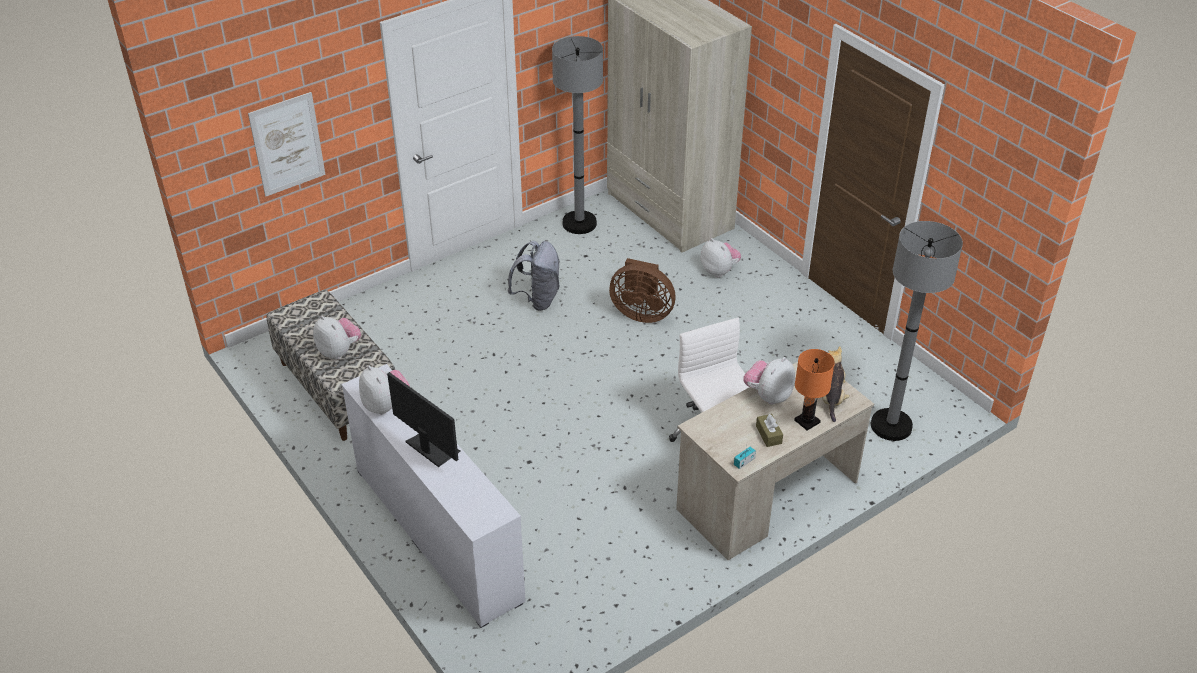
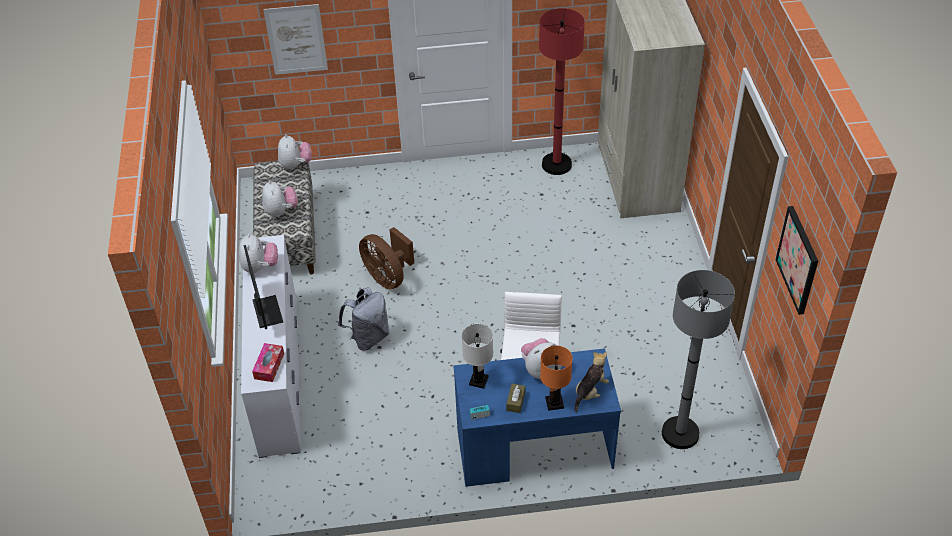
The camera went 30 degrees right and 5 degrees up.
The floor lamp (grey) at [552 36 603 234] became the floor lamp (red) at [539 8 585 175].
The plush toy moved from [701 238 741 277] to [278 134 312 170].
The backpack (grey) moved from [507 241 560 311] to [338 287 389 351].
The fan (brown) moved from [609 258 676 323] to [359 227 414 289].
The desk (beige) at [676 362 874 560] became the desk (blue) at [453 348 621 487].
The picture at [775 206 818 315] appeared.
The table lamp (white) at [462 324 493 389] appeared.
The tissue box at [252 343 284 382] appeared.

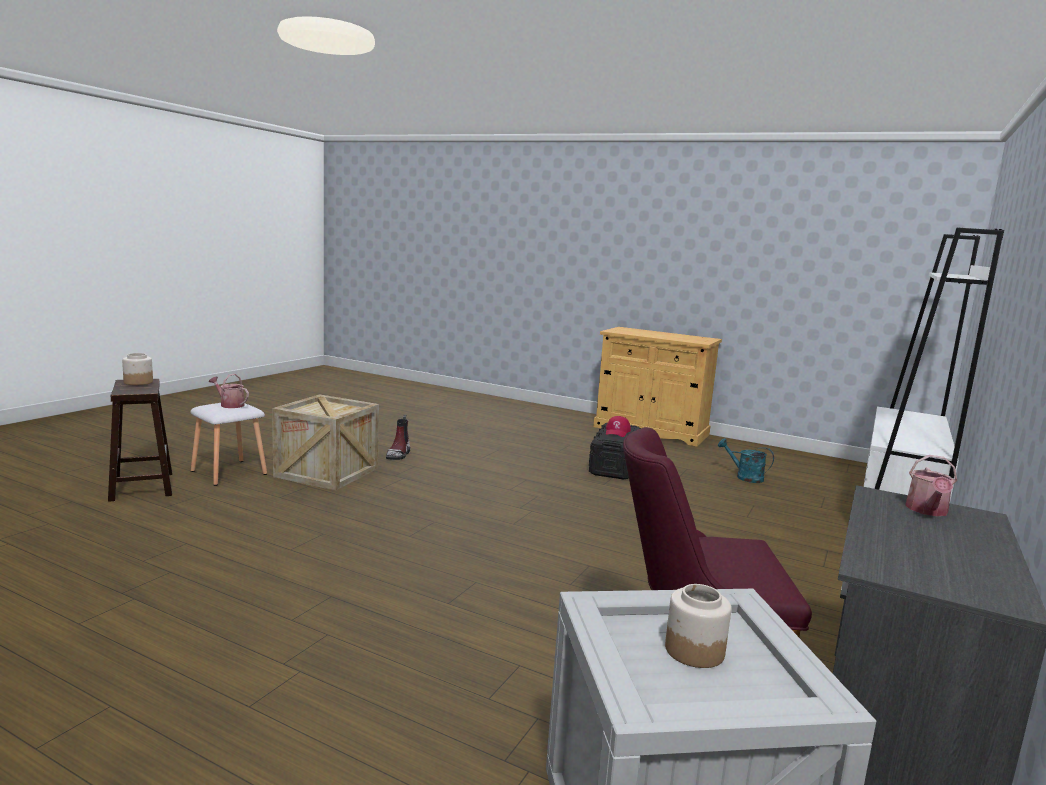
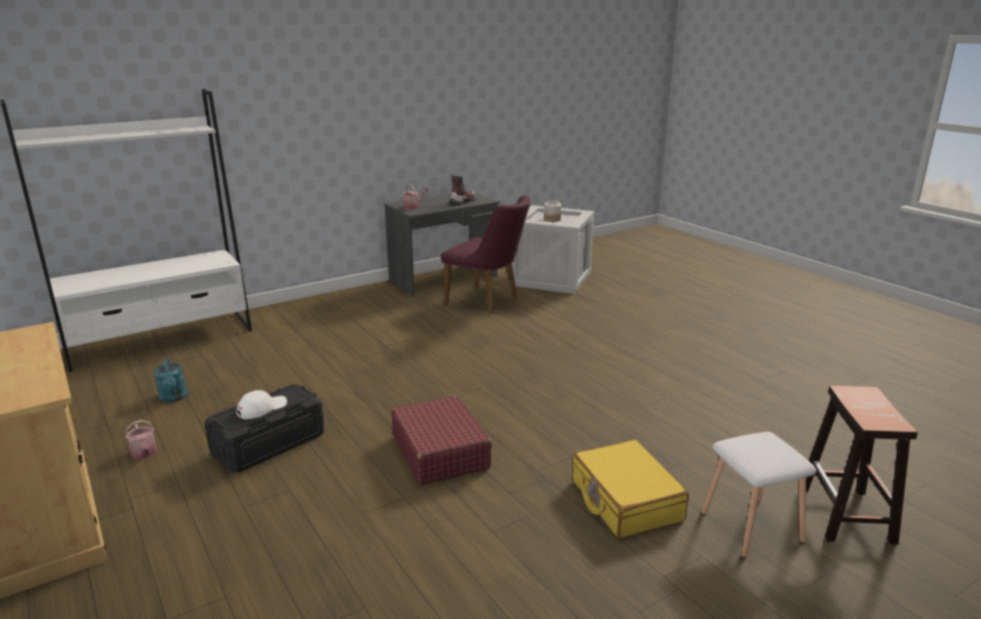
The camera went 150 degrees left and 10 degrees up.
The jar at [122 353 153 385] disappeared.
The watering can moved from [209 374 249 408] to [125 420 157 459].
The crate at [272 394 379 491] was replaced by the suitcase (yellow) at [573 439 689 539].
The boot moved from [386 415 410 460] to [449 175 476 206].
The cap (red) at [606 416 631 437] became the cap (white) at [236 390 287 420].
The suitcase (red) at [391 396 492 485] appeared.

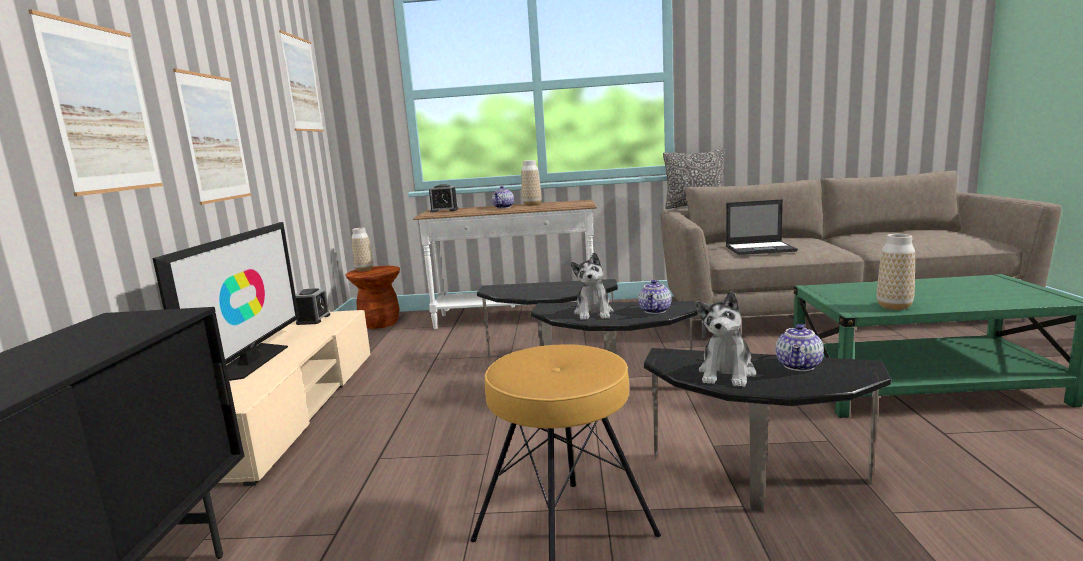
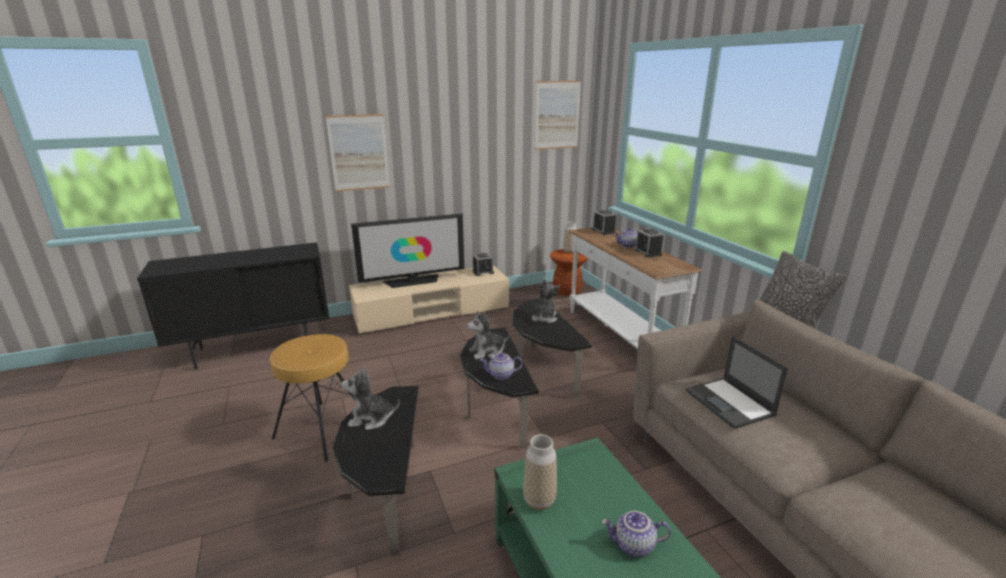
The camera went 65 degrees right and 10 degrees up.
The picture at [173 69 252 205] disappeared.
The vase at [521 160 541 206] was replaced by the alarm clock at [635 229 664 257].
The teapot moved from [776 324 824 371] to [602 511 671 557].
The plush toy at [532 279 560 323] appeared.

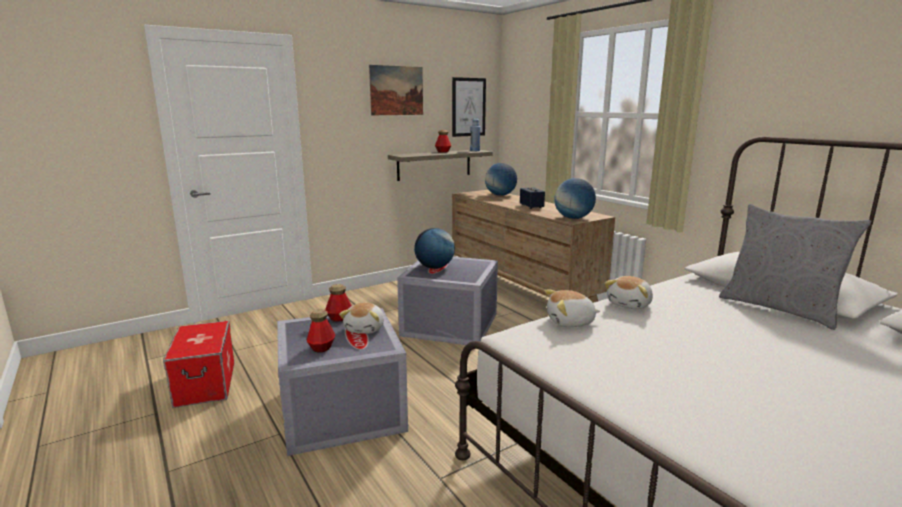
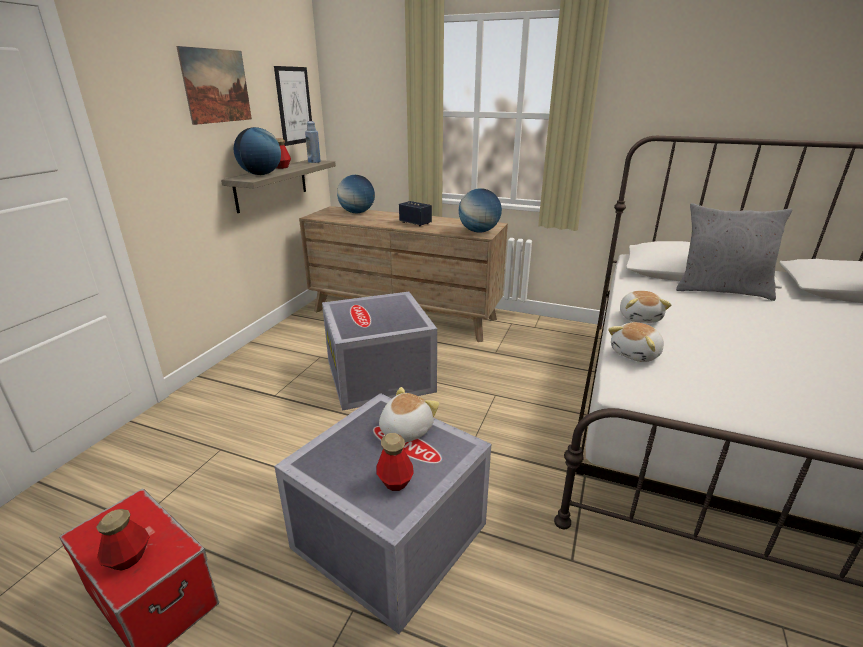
The camera went 35 degrees left and 10 degrees up.
The globe moved from [414 228 455 269] to [234 127 281 175].
The bottle moved from [325 284 352 322] to [96 509 150 571].
The plush toy at [339 303 384 334] turned 120 degrees counterclockwise.

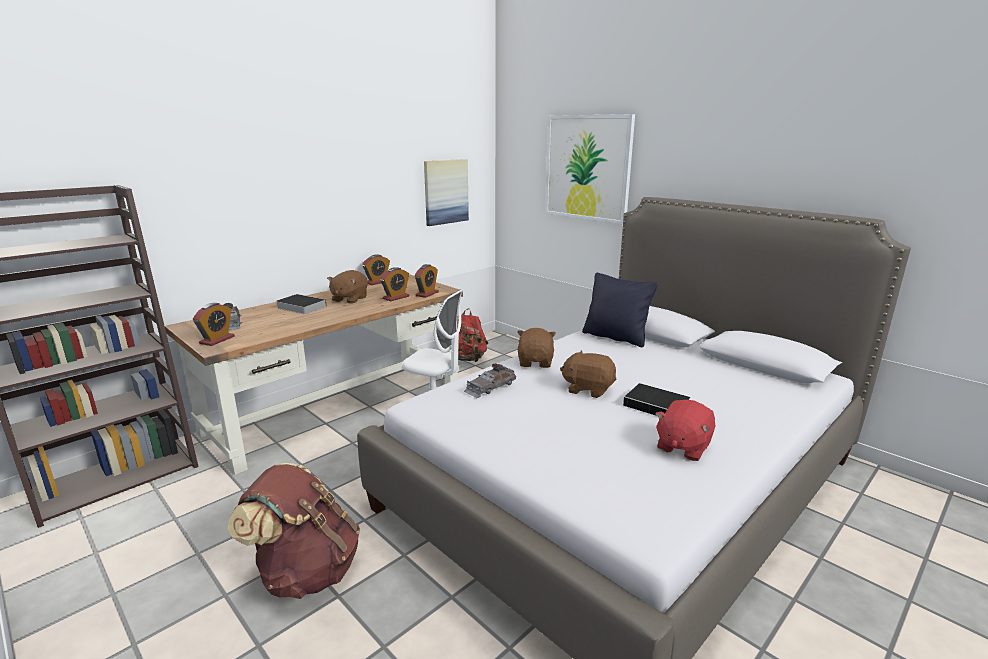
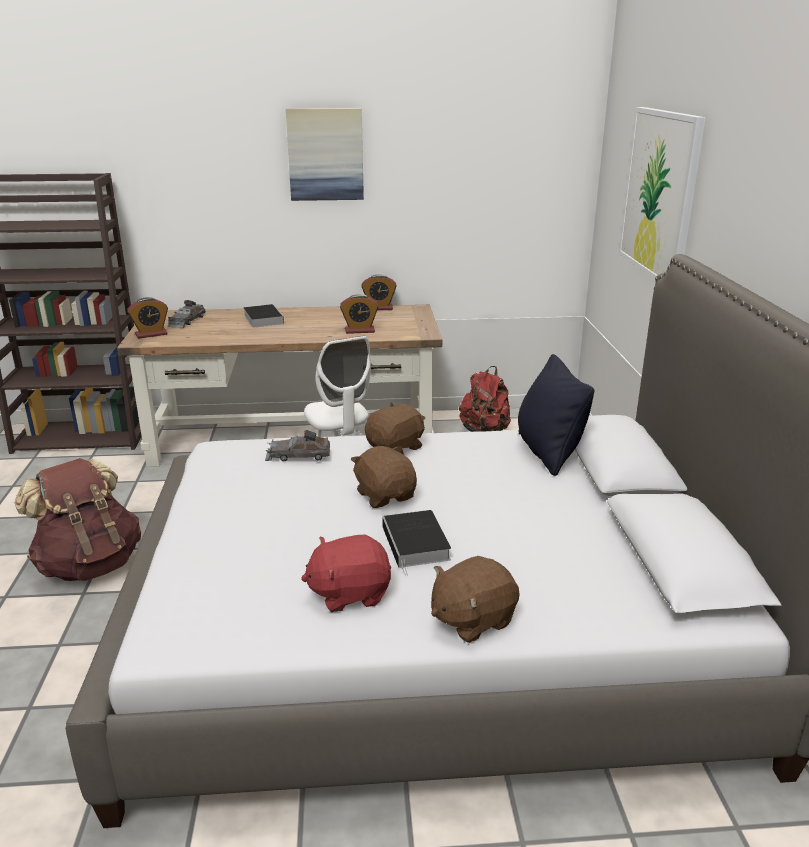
The camera went 40 degrees right and 5 degrees up.
The picture moved from [424 159 469 226] to [286 108 364 201].
The alarm clock at [415 264 439 298] disappeared.
The plush toy (brown) moved from [327 270 368 304] to [431 556 520 643].

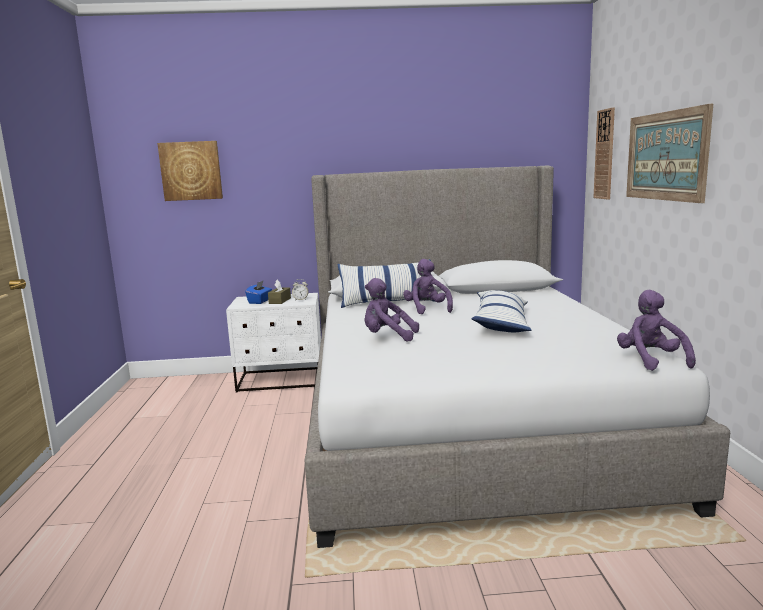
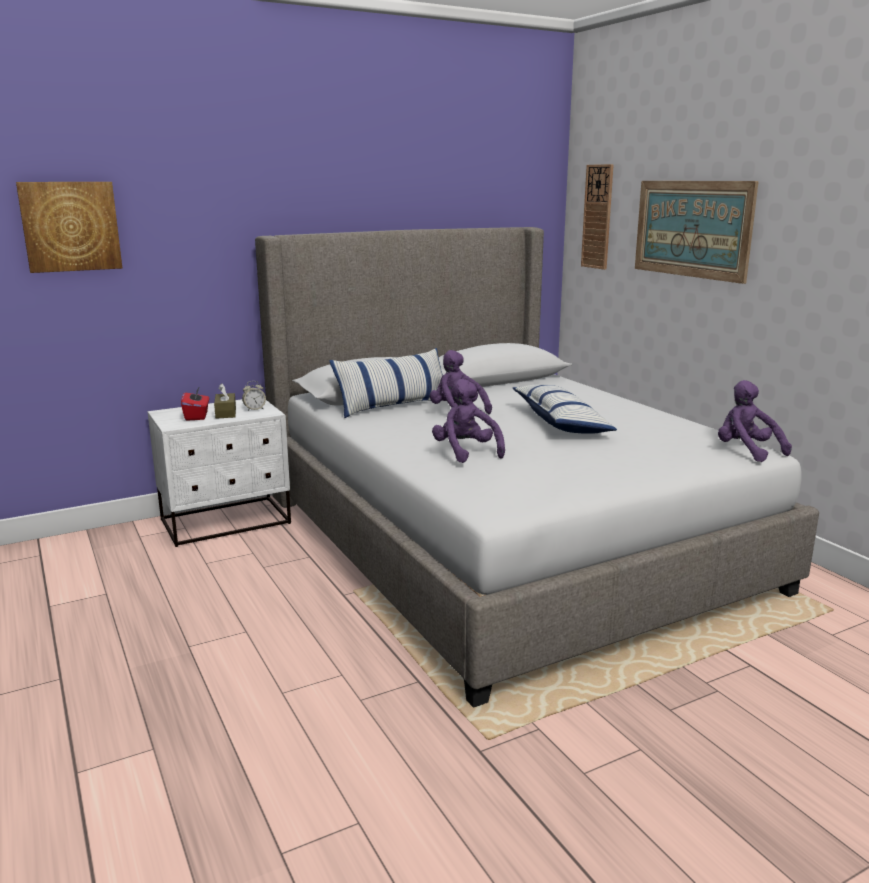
The camera went 25 degrees left and 5 degrees up.
The plush toy (purple) at [364 278 419 342] turned 75 degrees clockwise.
The tissue box (blue) at [245 280 272 304] became the tissue box (red) at [181 386 209 421].

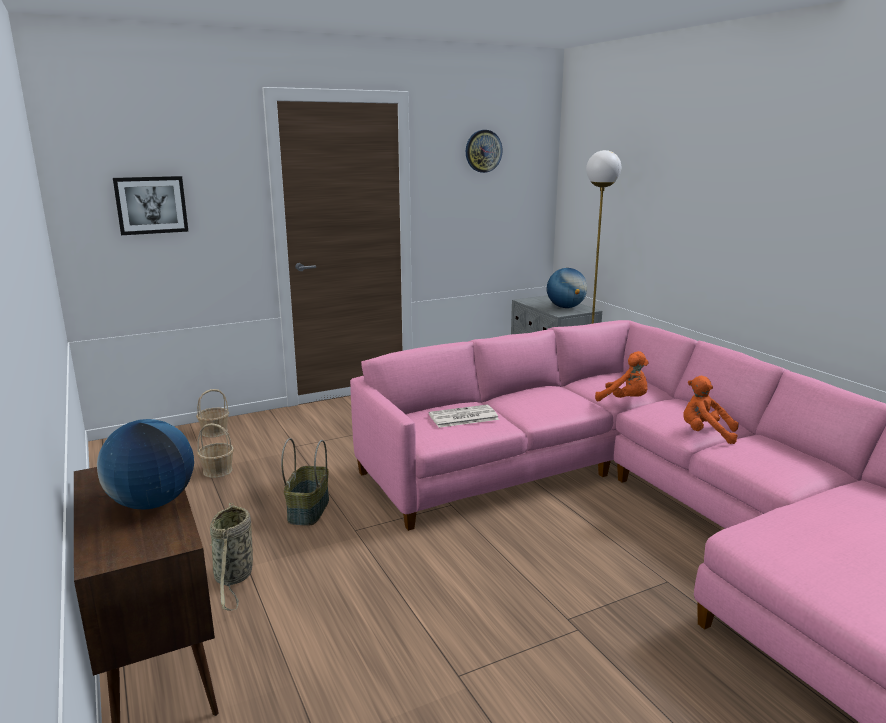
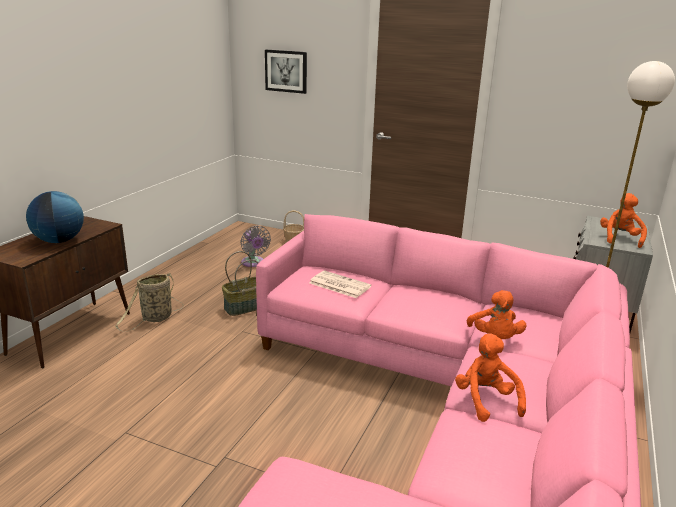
The camera went 50 degrees right and 5 degrees up.
The wall clock at [466 130 503 173] disappeared.
The globe at [547 268 587 308] was replaced by the plush toy (orange) at [600 193 647 248].
The basket at [197 423 234 478] was replaced by the fan (grey) at [241 225 271 267].

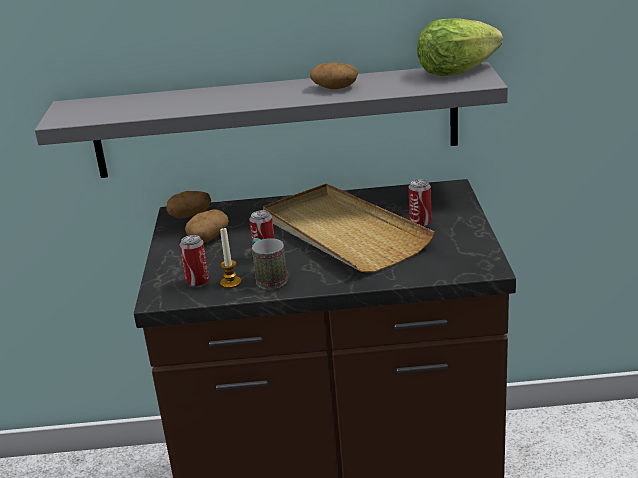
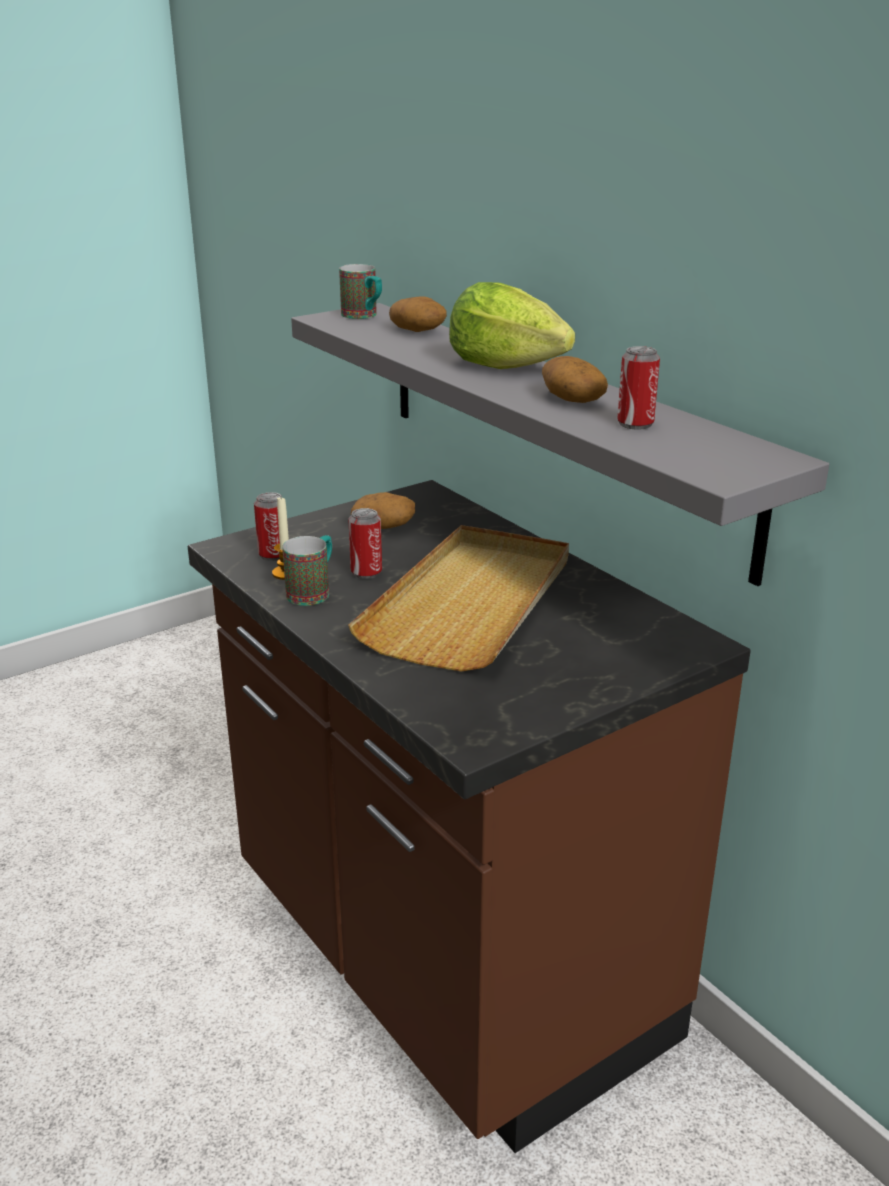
The camera went 55 degrees right and 0 degrees up.
The lettuce moved from [417 18 503 76] to [449 282 575 369].
The can moved from [409 179 431 227] to [617 346 660 430].
The potato moved from [166 191 211 219] to [389 296 447 332].
The mug at [339 264 382 319] appeared.

